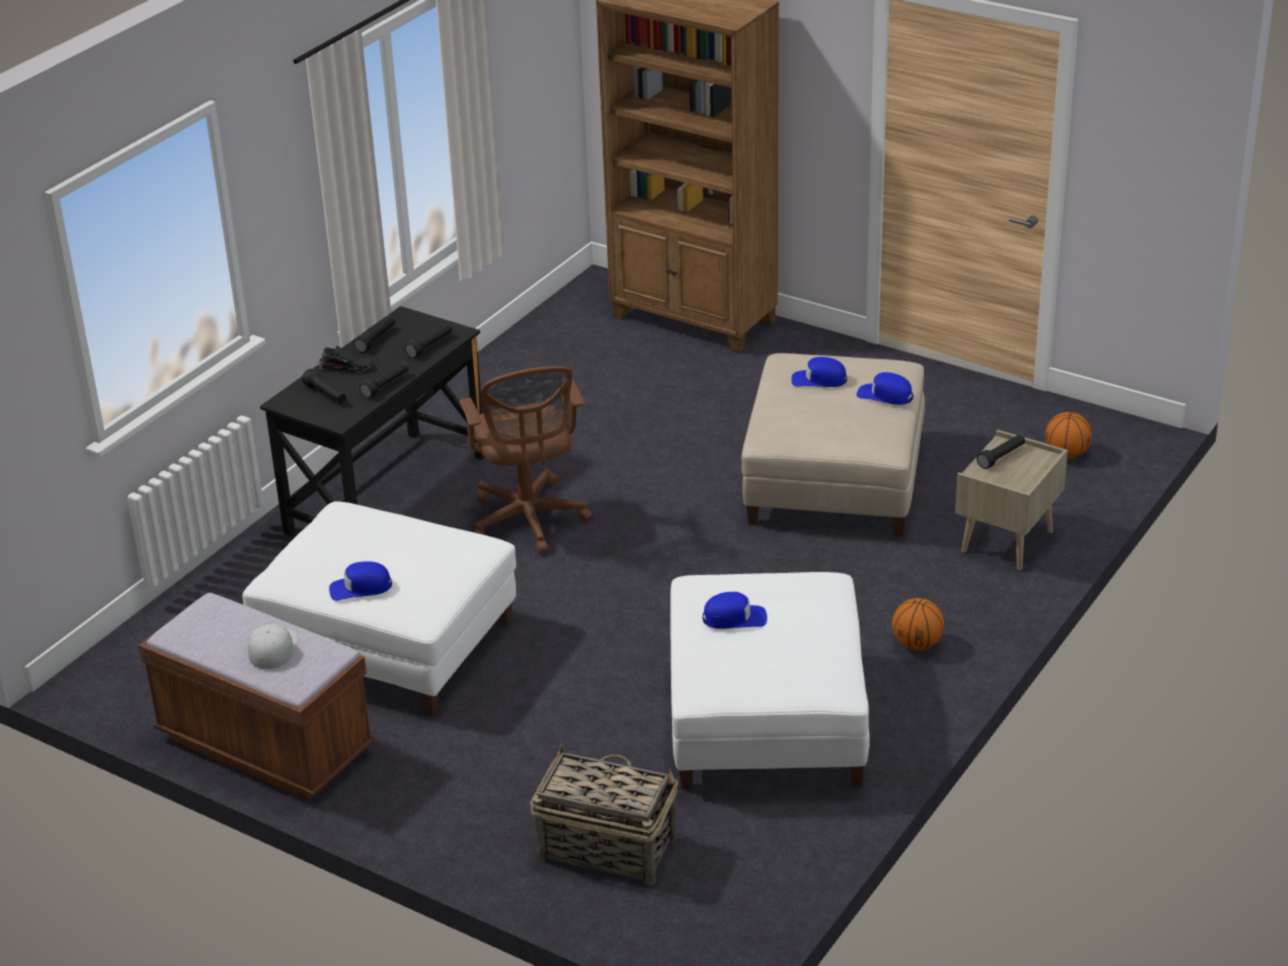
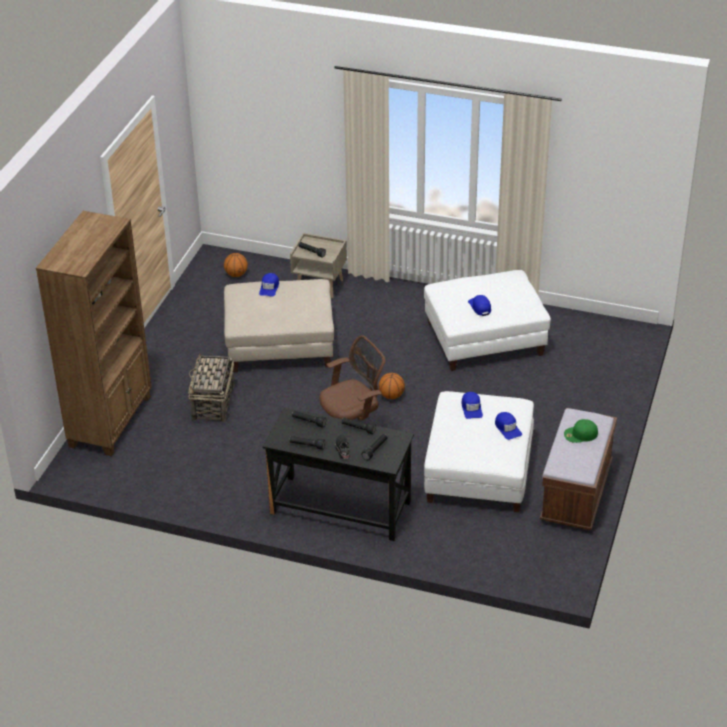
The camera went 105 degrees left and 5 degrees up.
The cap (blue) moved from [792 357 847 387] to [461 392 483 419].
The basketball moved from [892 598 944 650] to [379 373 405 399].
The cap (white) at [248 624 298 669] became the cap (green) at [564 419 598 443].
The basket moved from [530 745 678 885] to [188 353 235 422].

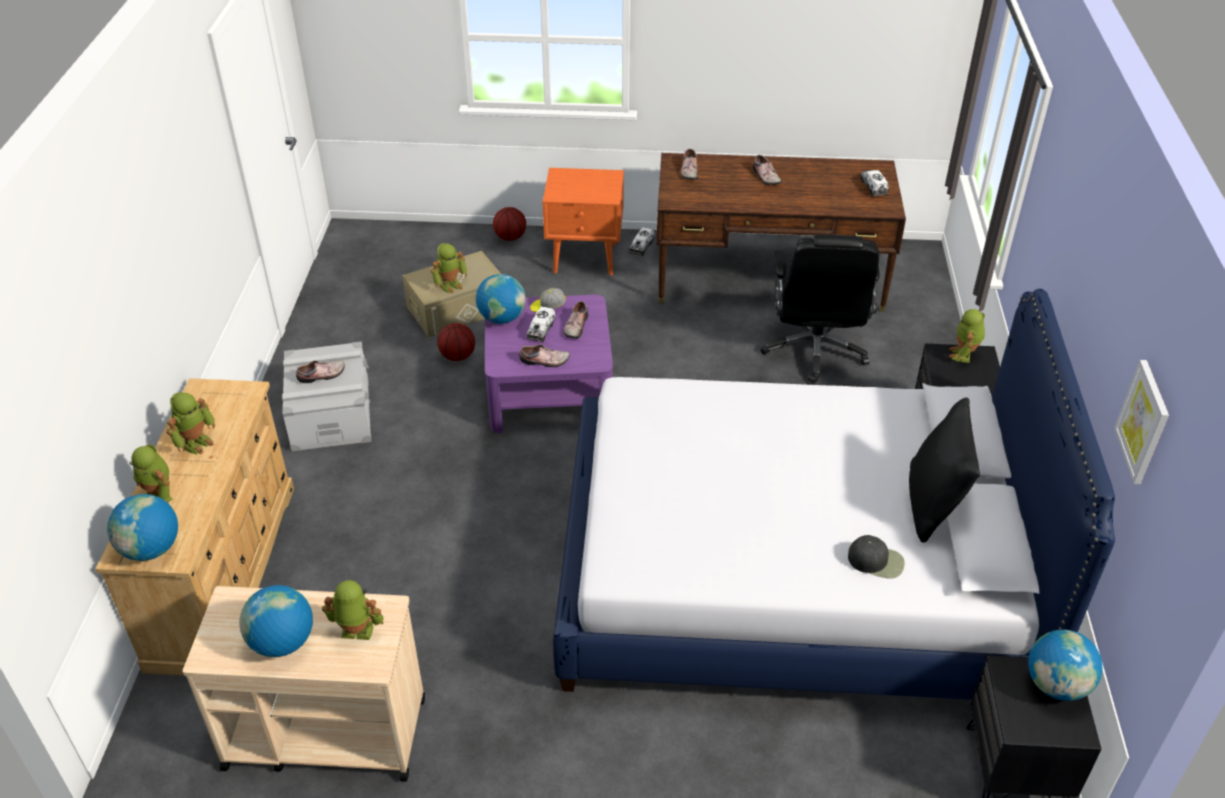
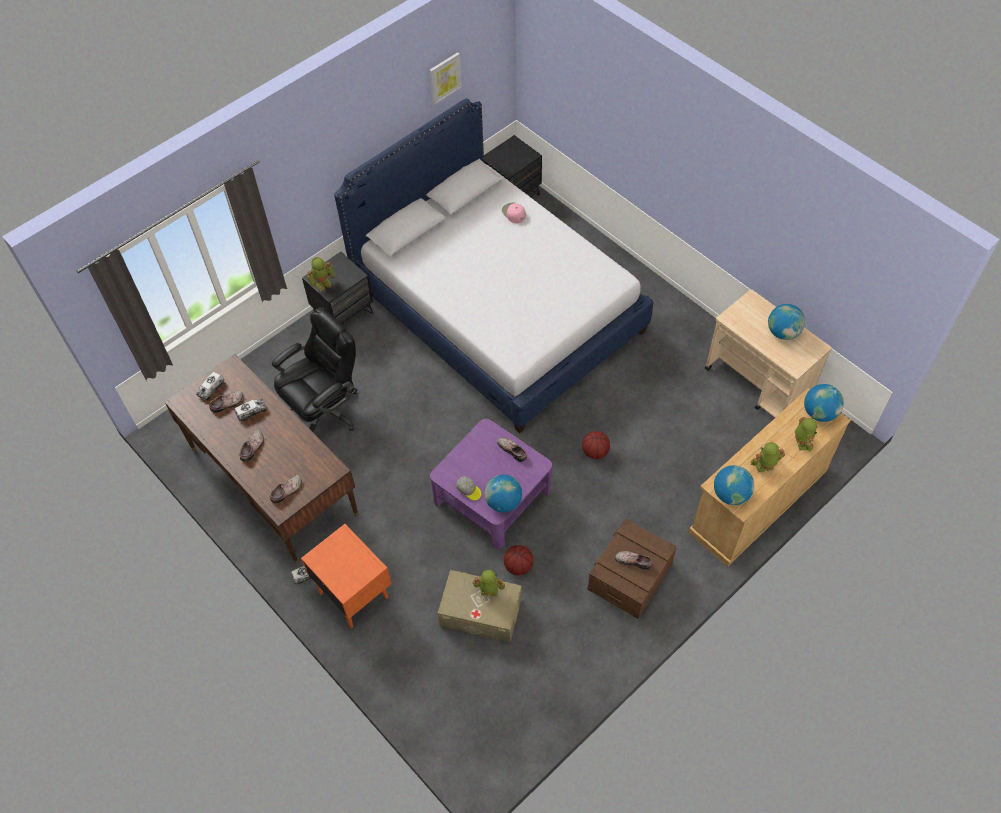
The camera went 135 degrees left and 15 degrees up.
The basketball moved from [493 207 526 241] to [582 431 610 459].
The shoe moved from [563 301 588 339] to [209 390 243 413].
The toy truck moved from [526 306 556 342] to [235 399 267 421].
The storage box (grey) at [282 341 371 451] became the storage box (brown) at [587 518 677 619].
The pillow (black) at [909 398 980 543] disappeared.
The cap (black) at [848 535 905 579] became the cap (pink) at [502 203 526 223].
The toy robot at [322 580 384 640] disappeared.
The globe moved from [1028 629 1102 701] to [714 465 754 505].

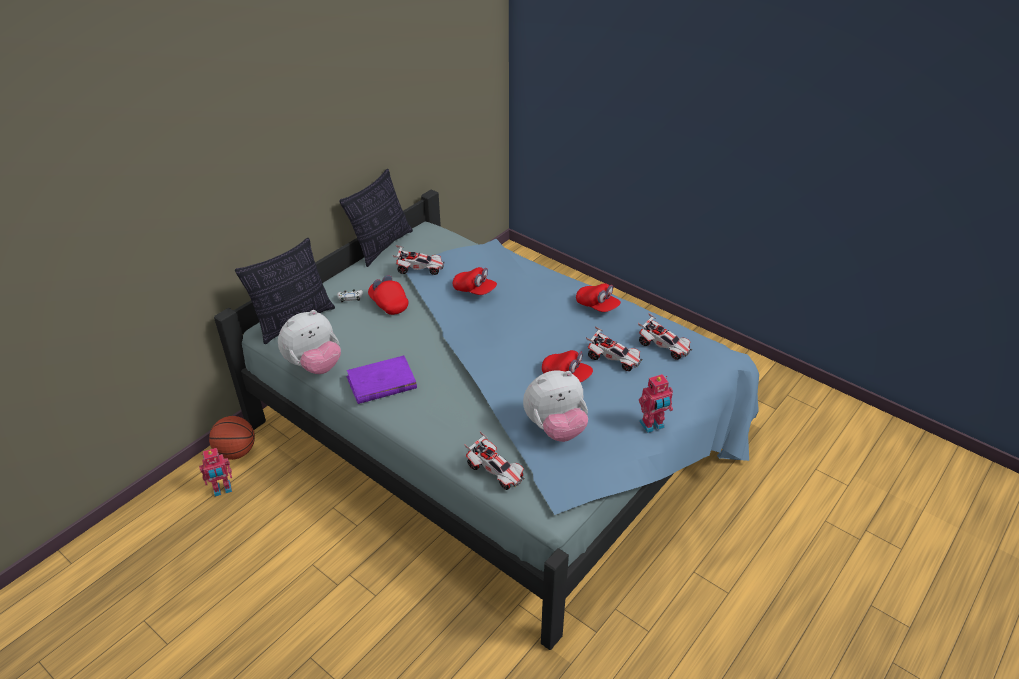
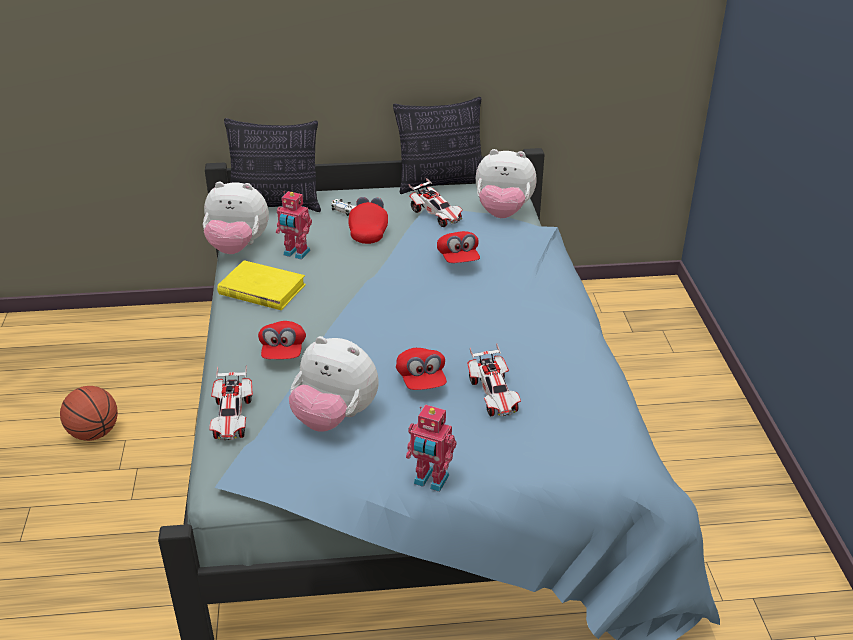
The camera went 45 degrees right and 5 degrees down.
The cap (red) moved from [576 283 621 312] to [258 321 306 359].
The toy car at [638 313 692 360] disappeared.
The book (purple) at [346 356 417 404] became the book (yellow) at [217 260 306 310].
The basketball moved from [209 416 255 460] to [60 386 118 441].
The toy robot moved from [199 448 232 497] to [276 191 312 260].
The plush toy at [476 149 537 218] appeared.

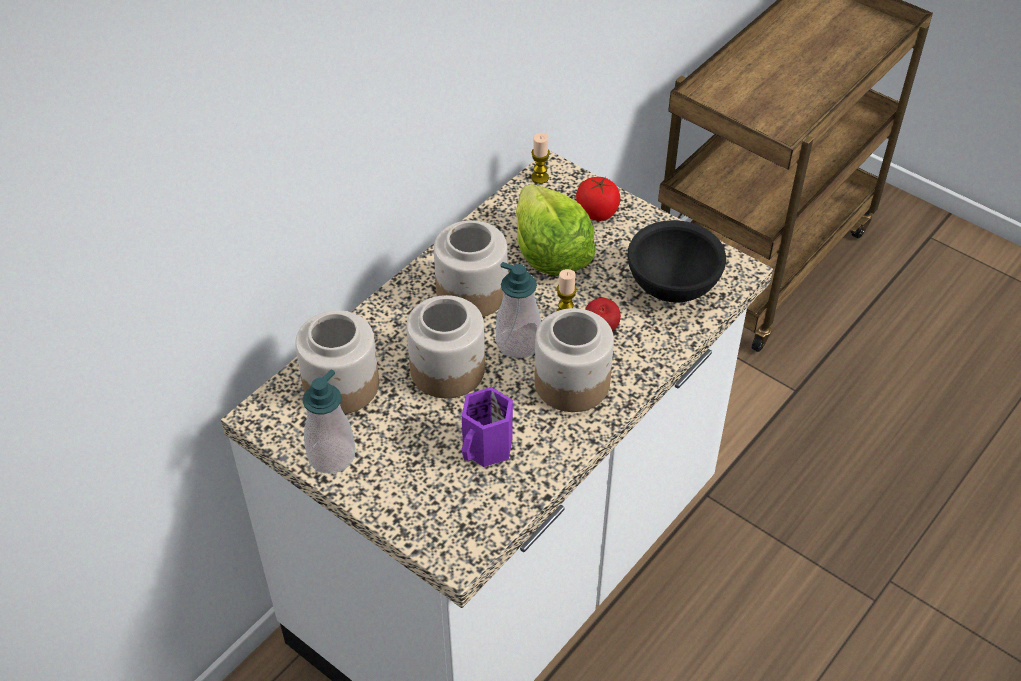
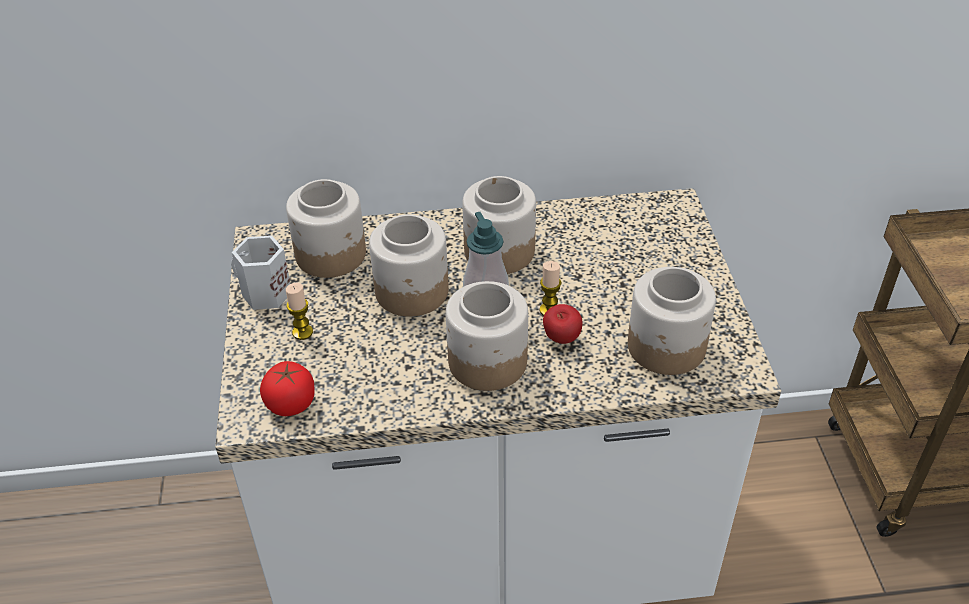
The camera went 45 degrees right and 5 degrees down.
The candle moved from [531 133 550 184] to [286 283 313 340].
The tomato moved from [576 177 620 221] to [260 361 315 416].
The lettuce at [516 184 596 276] disappeared.
The bowl (black) at [628 220 726 303] was replaced by the jar at [628 267 716 375].
The soap dispenser at [303 369 356 473] was replaced by the mug (white) at [231 236 290 310].
The mug (purple) at [462 387 513 467] disappeared.

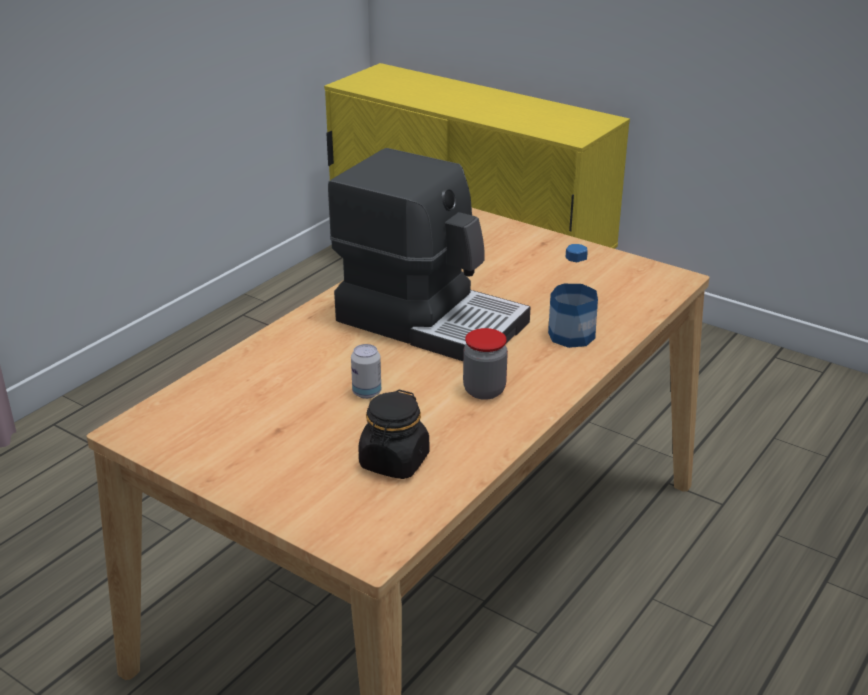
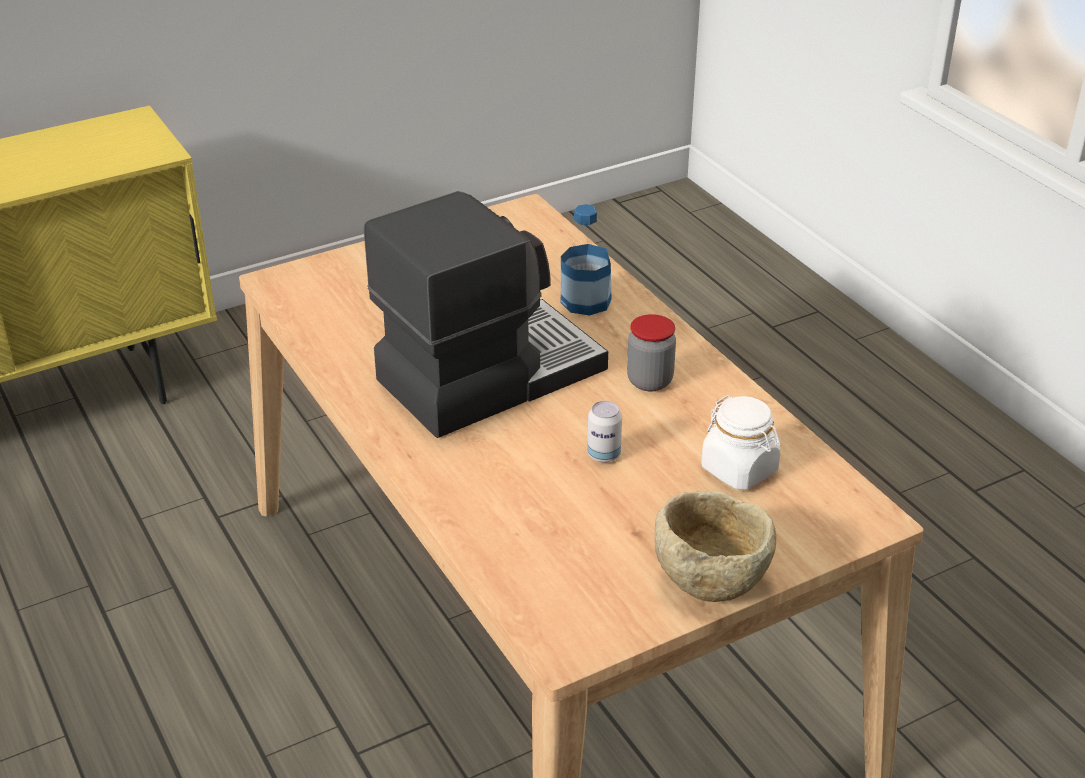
The camera went 65 degrees left and 5 degrees up.
The jar (black) at [358 390 429 479] became the jar (white) at [701 395 781 490].
The bowl (beige) at [654 491 777 602] appeared.

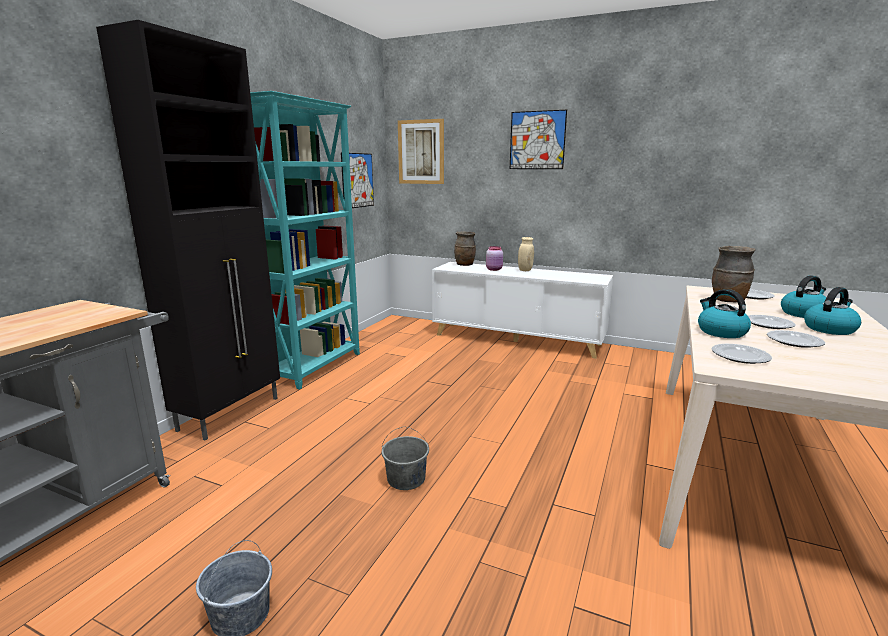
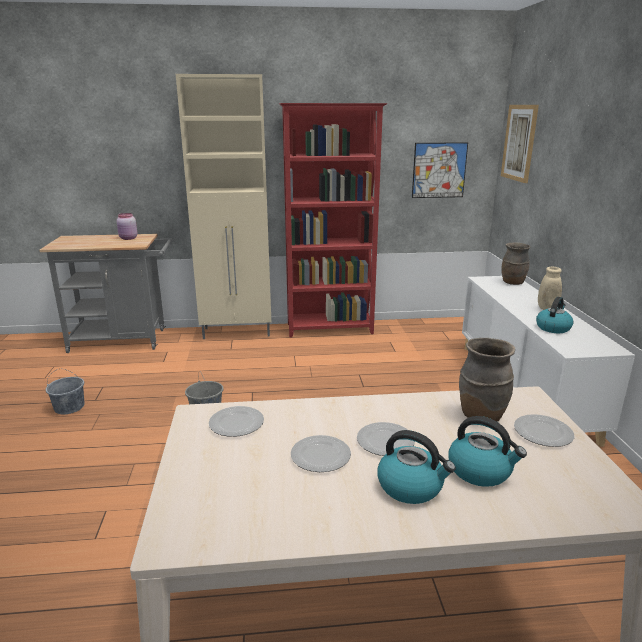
The camera went 60 degrees right and 5 degrees up.
The cabinet (black) at [96 20 280 441] became the cabinet (beige) at [176 74 271 339].
The bookcase (turquoise) at [250 91 360 389] became the bookcase (red) at [279 103 387 337].
The picture at [510 110 567 169] disappeared.
The jar (pink) moved from [486 246 503 271] to [117 213 138 240].
The kettle moved from [698 289 751 338] to [536 297 573 333].

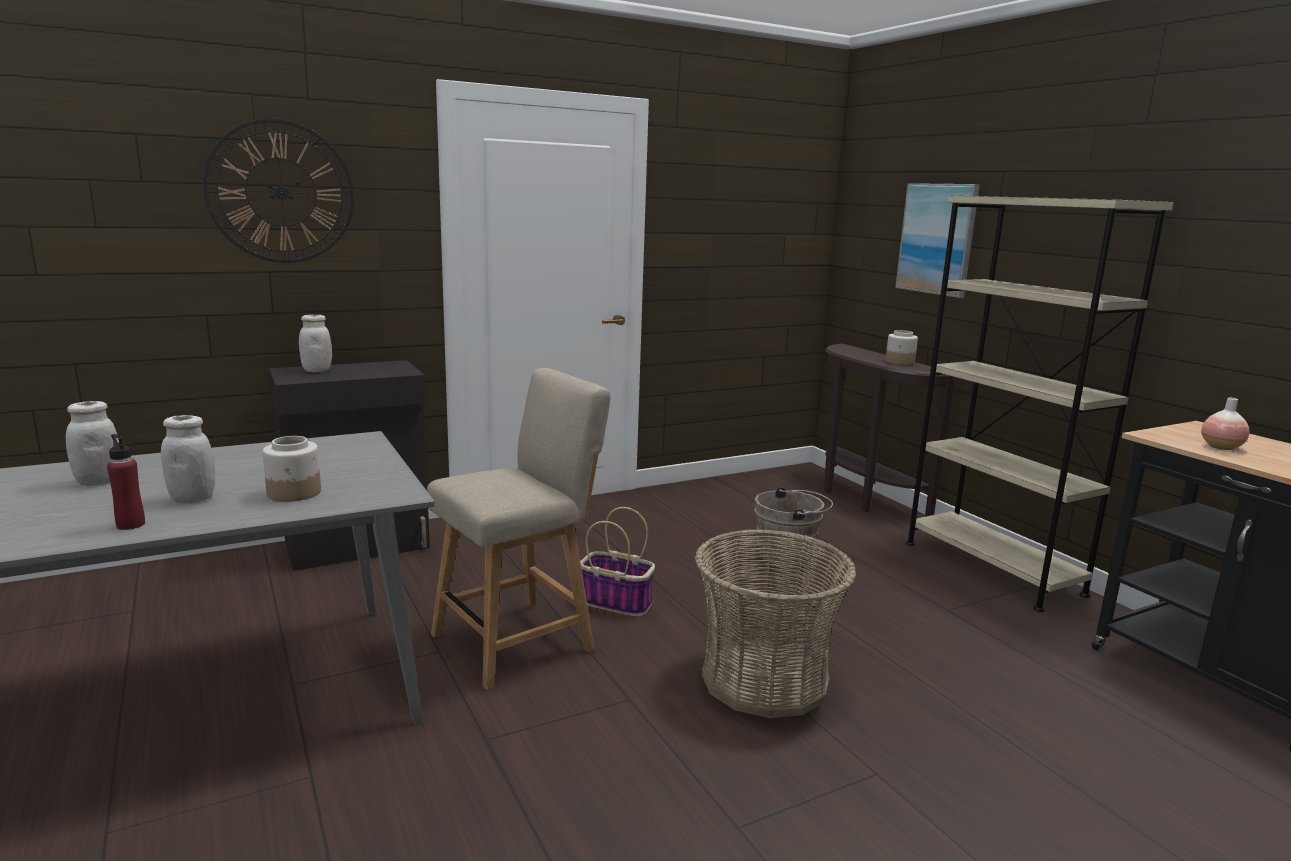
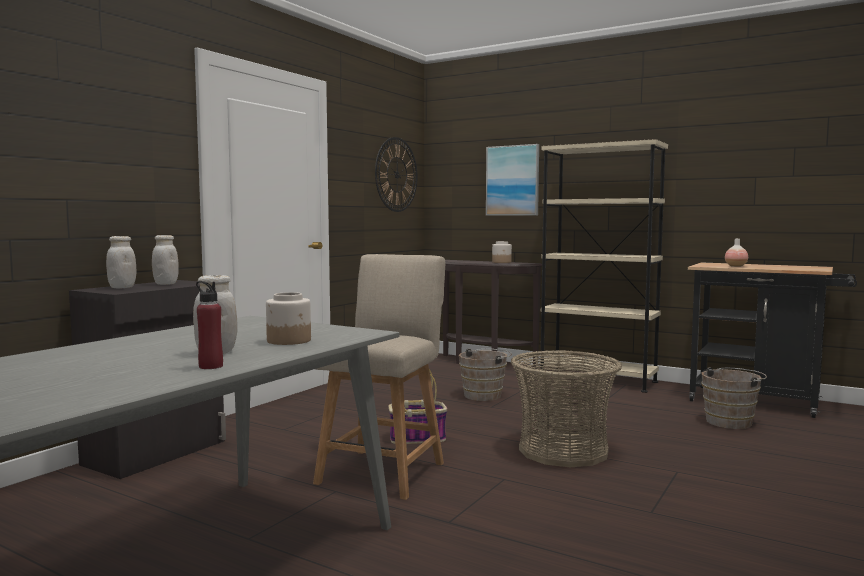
The camera went 30 degrees left and 10 degrees down.
The wall clock moved from [203 118 354 263] to [375 137 417 212].
The jar (white) moved from [66 401 119 486] to [152 235 179 285].
The bucket (brown) at [701 367 767 429] appeared.

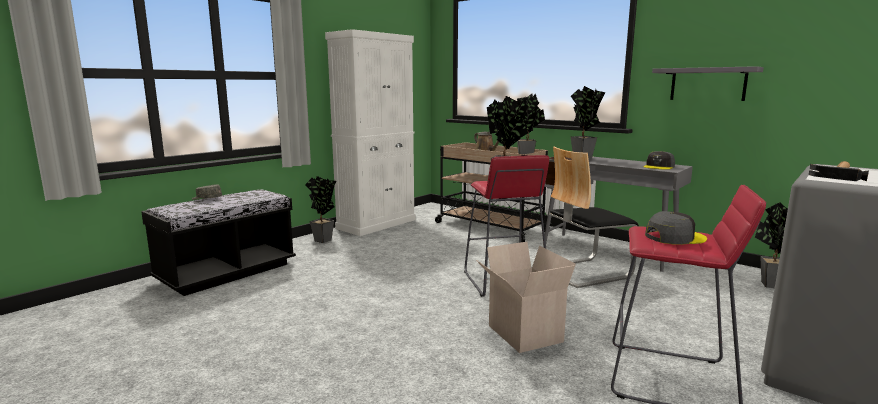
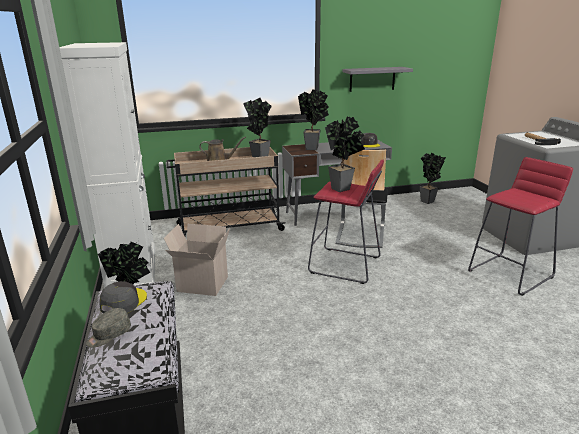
The camera went 55 degrees left and 10 degrees up.
The cap (grey) moved from [645 211 707 245] to [99 281 147 313].
The cardboard box moved from [476 242 576 353] to [164 224 230 296].

